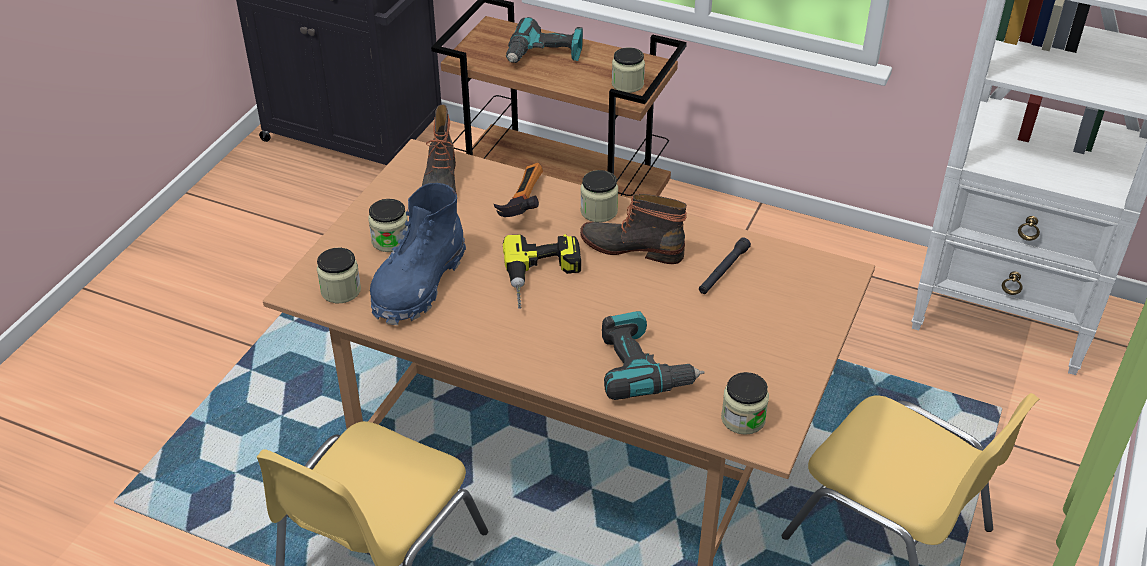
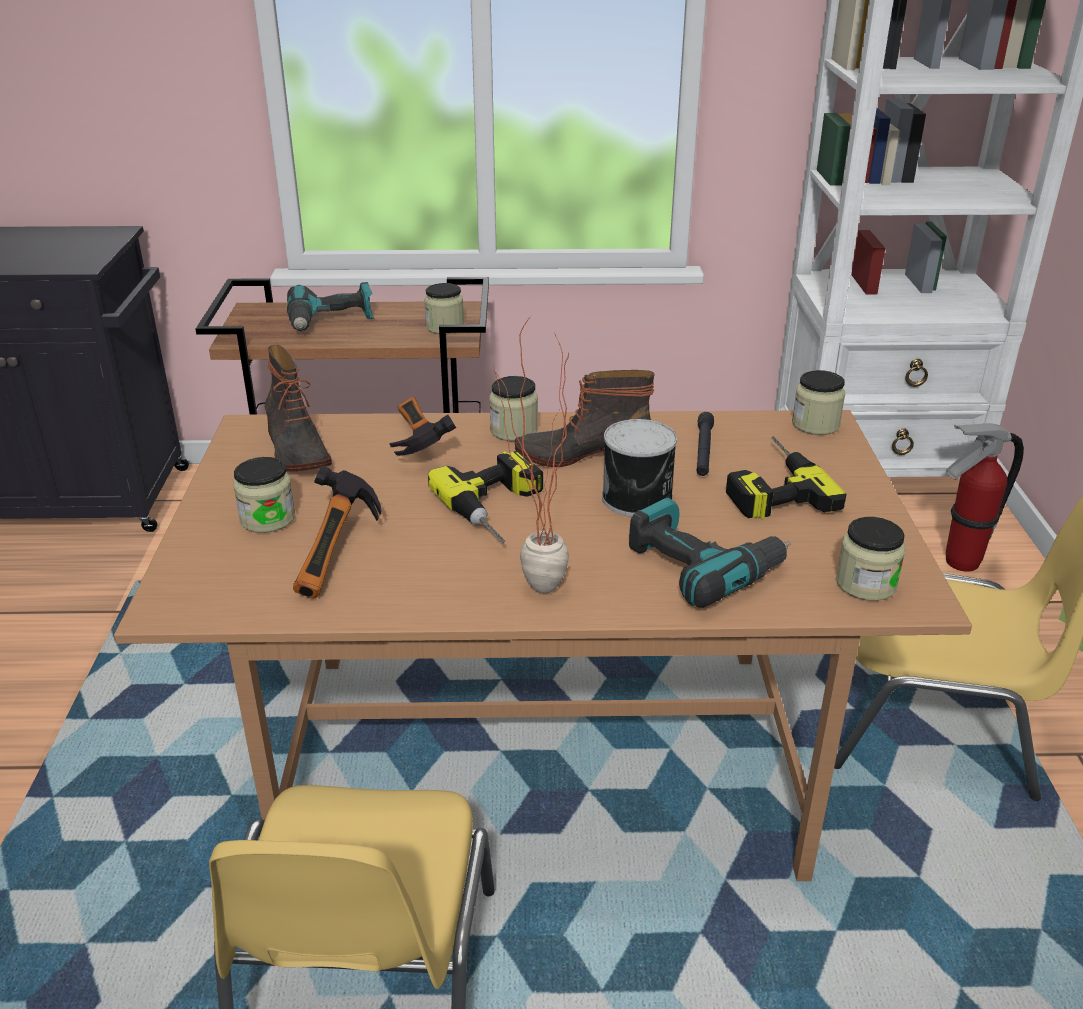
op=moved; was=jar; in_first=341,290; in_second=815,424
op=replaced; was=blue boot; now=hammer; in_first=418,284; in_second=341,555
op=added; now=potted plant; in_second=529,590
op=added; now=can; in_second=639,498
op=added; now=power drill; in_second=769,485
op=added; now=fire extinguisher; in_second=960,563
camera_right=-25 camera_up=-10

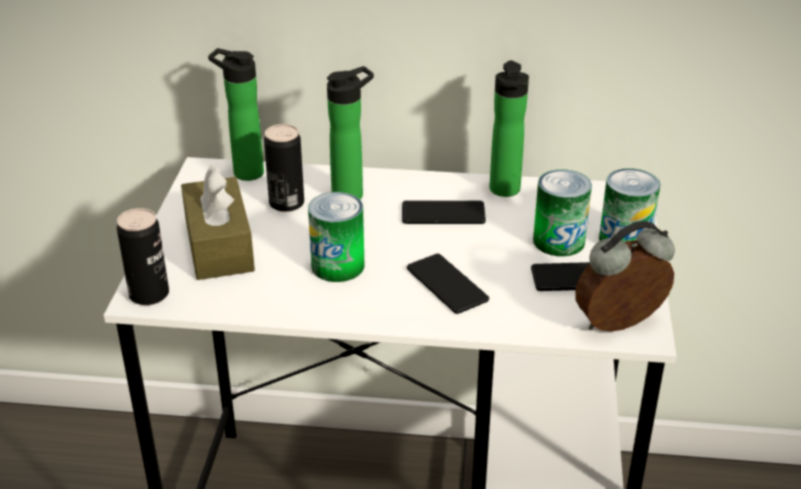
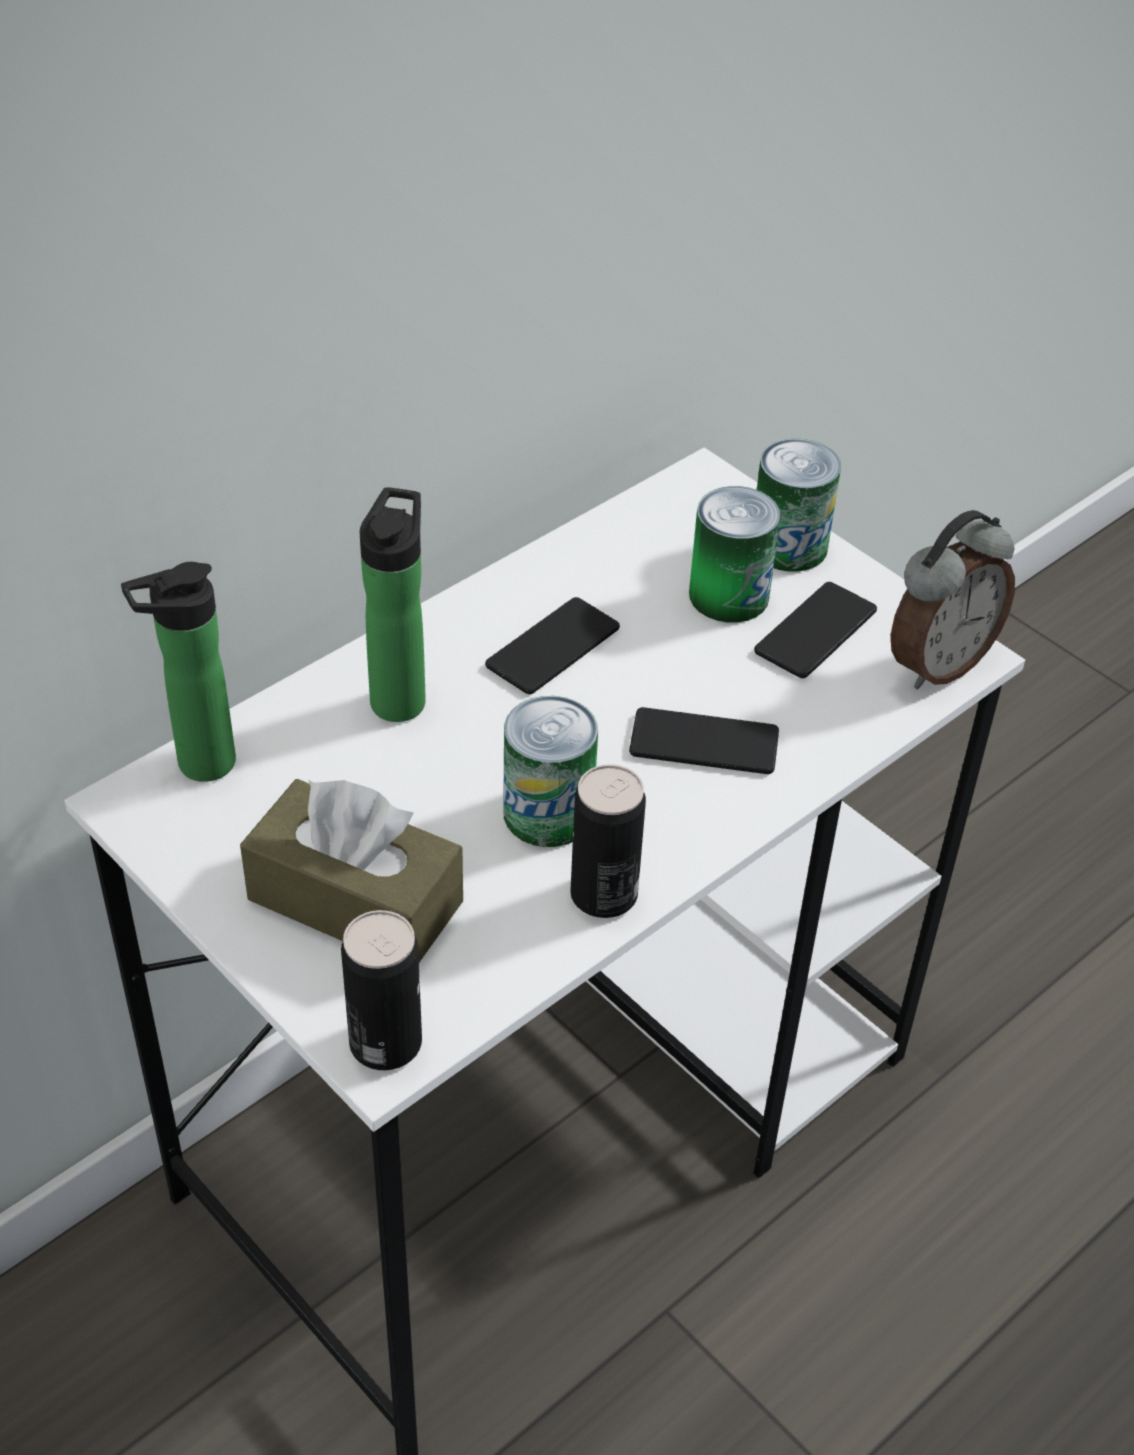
op=moved; was=can; in_first=286,203; in_second=603,894
op=removed; was=bottle; in_first=505,192
op=turned; was=alarm clock; in_first=620,327; in_second=937,663; clockwise=-150
camera_right=-50 camera_up=10

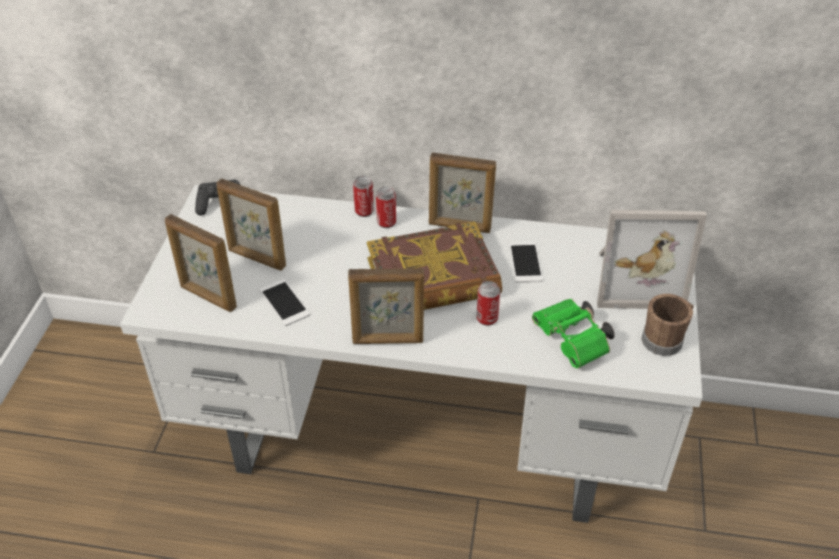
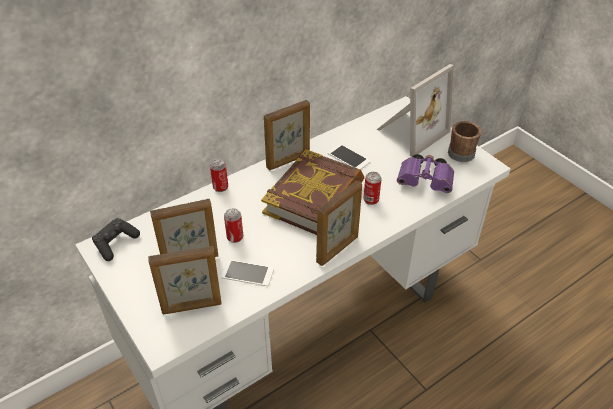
op=moved; was=can; in_first=386,222; in_second=235,237
op=recoloured; was=green binoculars; now=purple binoculars; in_first=573,342; in_second=426,182
camera_right=-45 camera_up=0

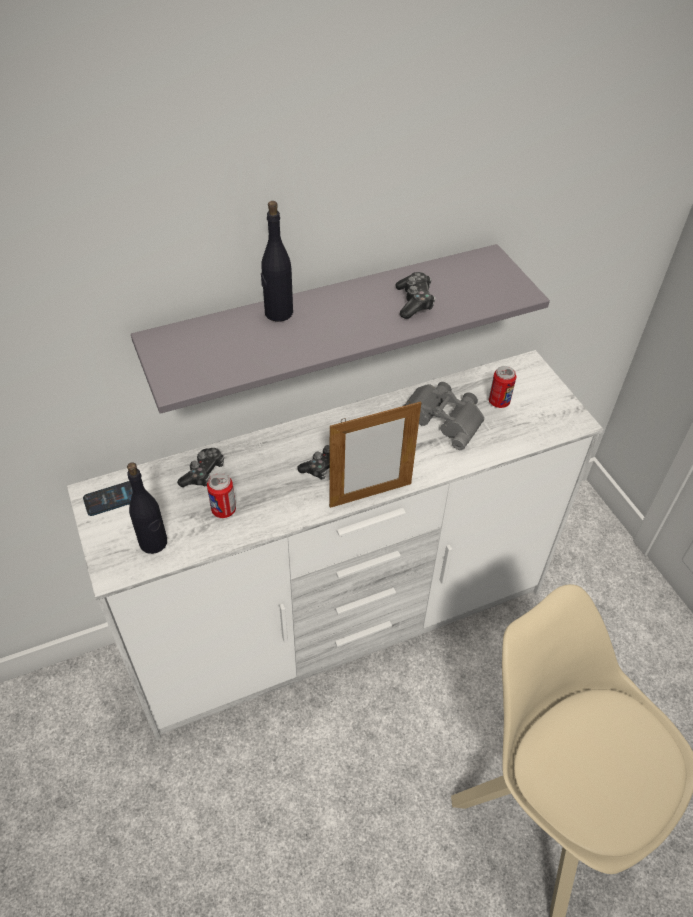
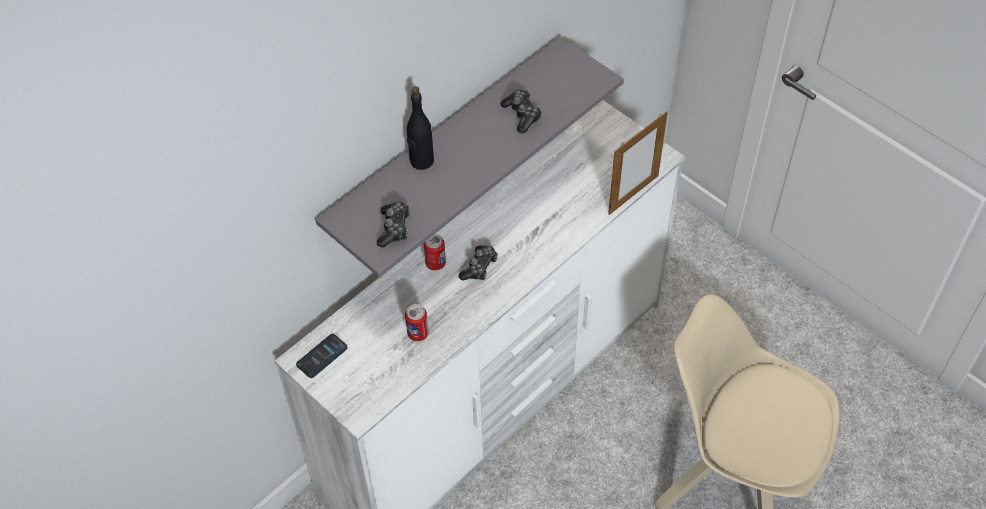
op=removed; was=black bottle; in_first=153,543
op=moved; was=game controller; in_first=203,473; in_second=394,228
op=moved; was=picture frame; in_first=370,495; in_second=633,194
op=removed; was=grey binoculars; in_first=443,417
op=moved; was=can; in_first=499,402; in_second=435,263
camera_right=-20 camera_up=5

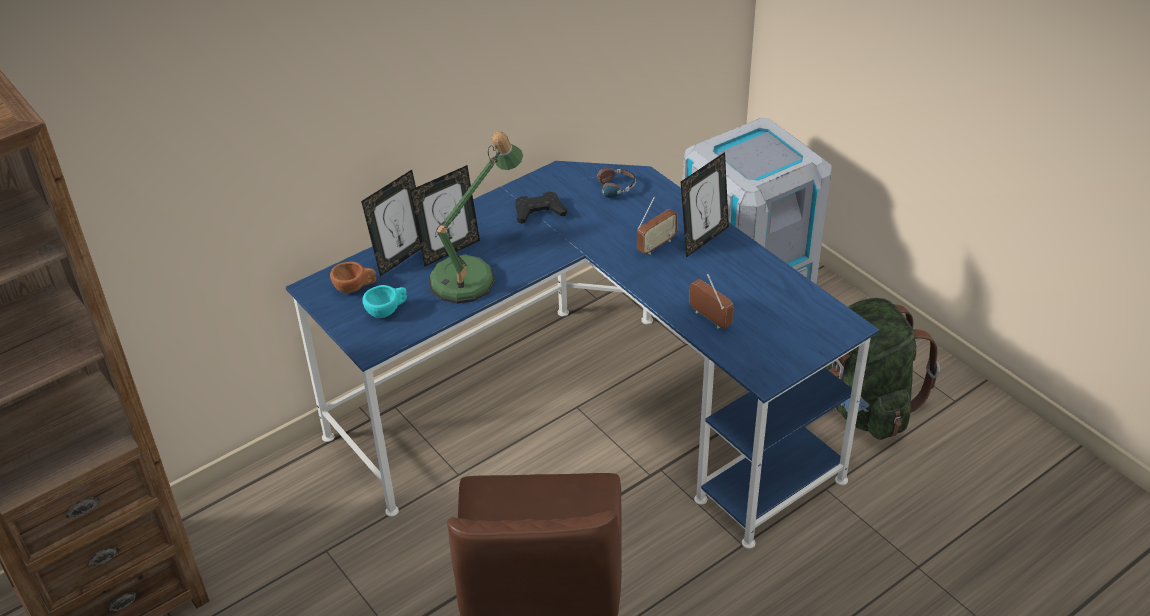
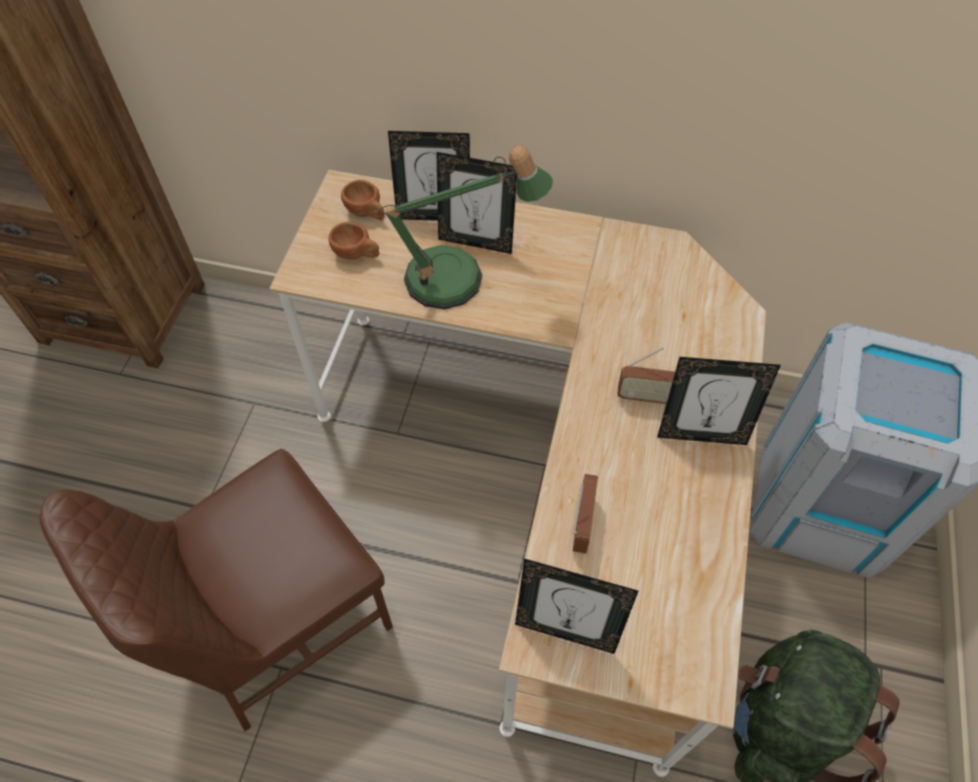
op=recoloured; was=blue desk; now=beige desk; in_first=587,414; in_second=543,479
op=recoloured; was=turquoise cup; now=brown cup; in_first=387,310; in_second=357,254
op=removed; was=black game controller; in_first=539,212
op=removed; was=headphones; in_first=608,189
op=added; now=picture frame; in_second=566,630
camera_right=50 camera_up=15

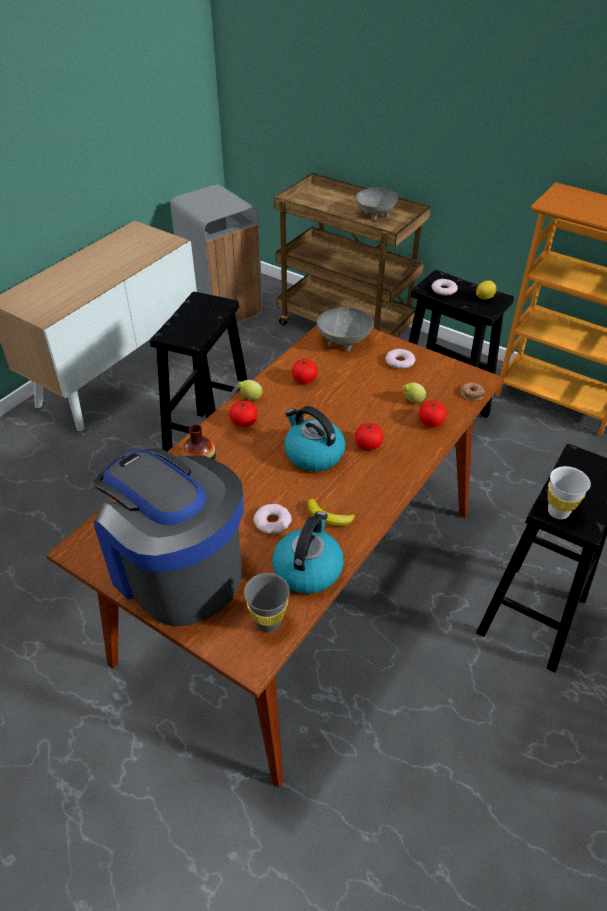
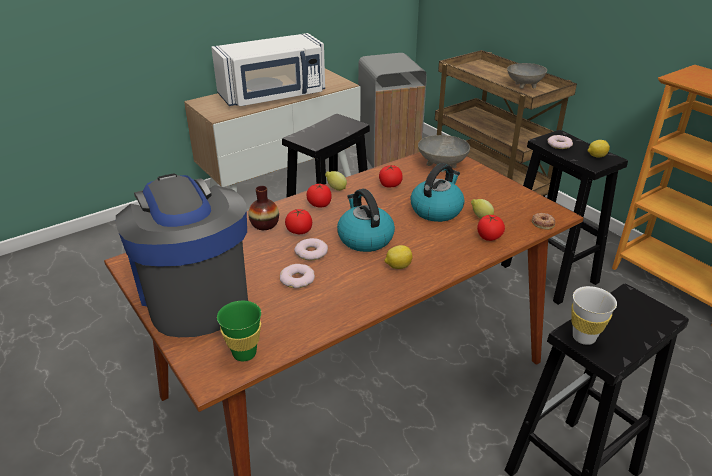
op=recoloured; was=grey cup; now=green cup; in_first=268,622; in_second=244,353
op=moved; was=kettle; in_first=308,568; in_second=436,210
op=removed; was=banana; in_first=329,517
op=moved; was=tomato; in_first=368,445; in_second=299,231
op=moved; was=donut; in_first=399,362; in_second=311,252
op=added; now=white microwave; in_second=273,96
op=added; now=lemon; in_second=398,266
camera_right=20 camera_up=-10

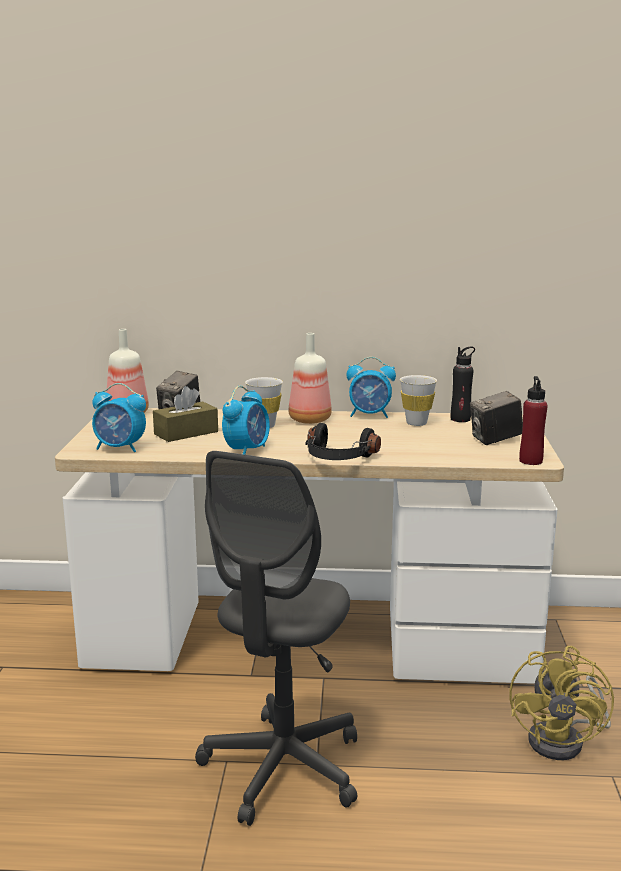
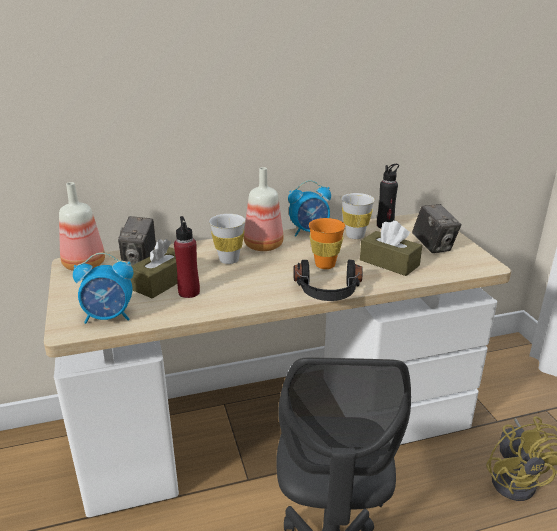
op=removed; was=alarm clock; in_first=247,450
op=turned; was=photo camera; in_first=495,440; in_second=433,246; clockwise=-75
op=moved; was=red bottle; in_first=530,461; in_second=189,292
op=added; now=orange cup; in_second=325,265
op=added; now=brown tissue box; in_second=389,263
camera_right=-20 camera_up=10

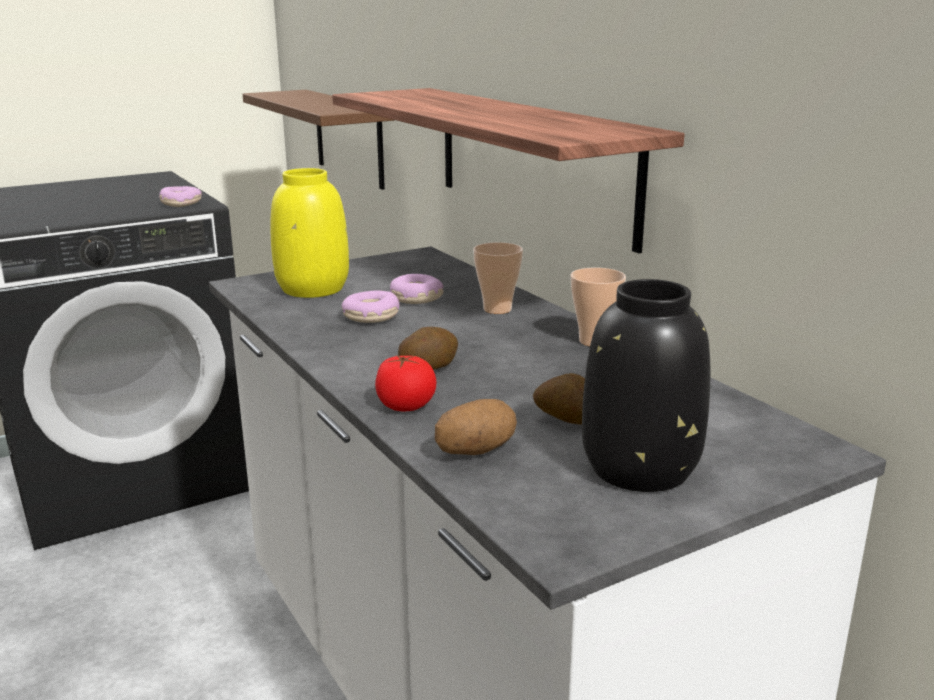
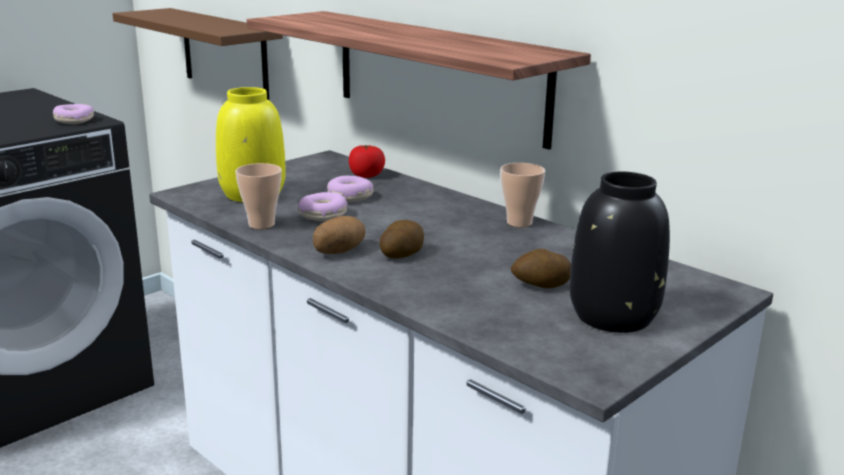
op=moved; was=tomato; in_first=406,406; in_second=366,175
op=moved; was=potato; in_first=475,450; in_second=339,251
op=moved; was=cup; in_first=497,309; in_second=261,224
camera_right=-15 camera_up=0

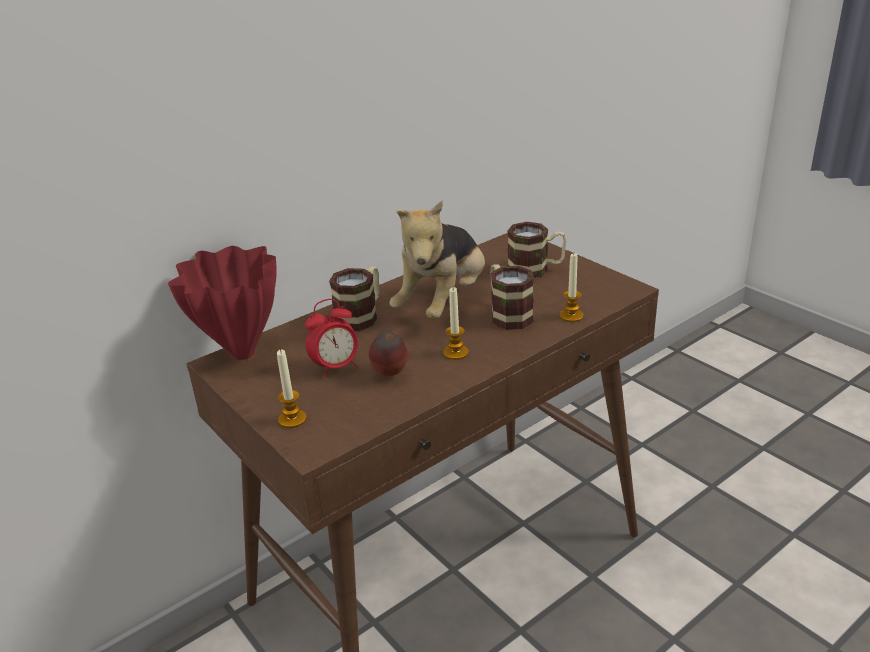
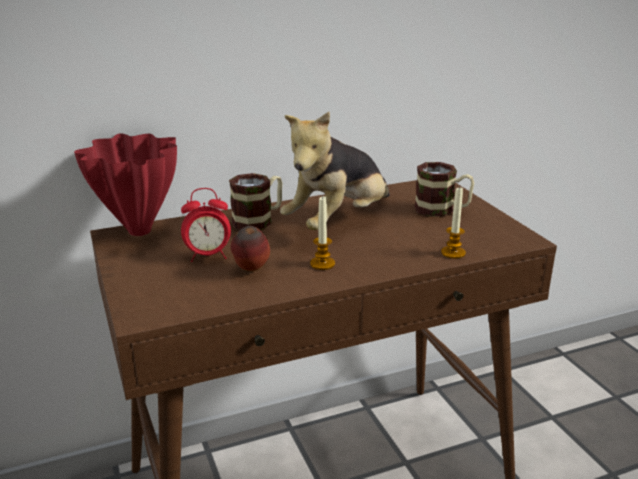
op=removed; was=candle; in_first=292,419
op=removed; was=mug; in_first=507,314
camera_right=15 camera_up=-5

